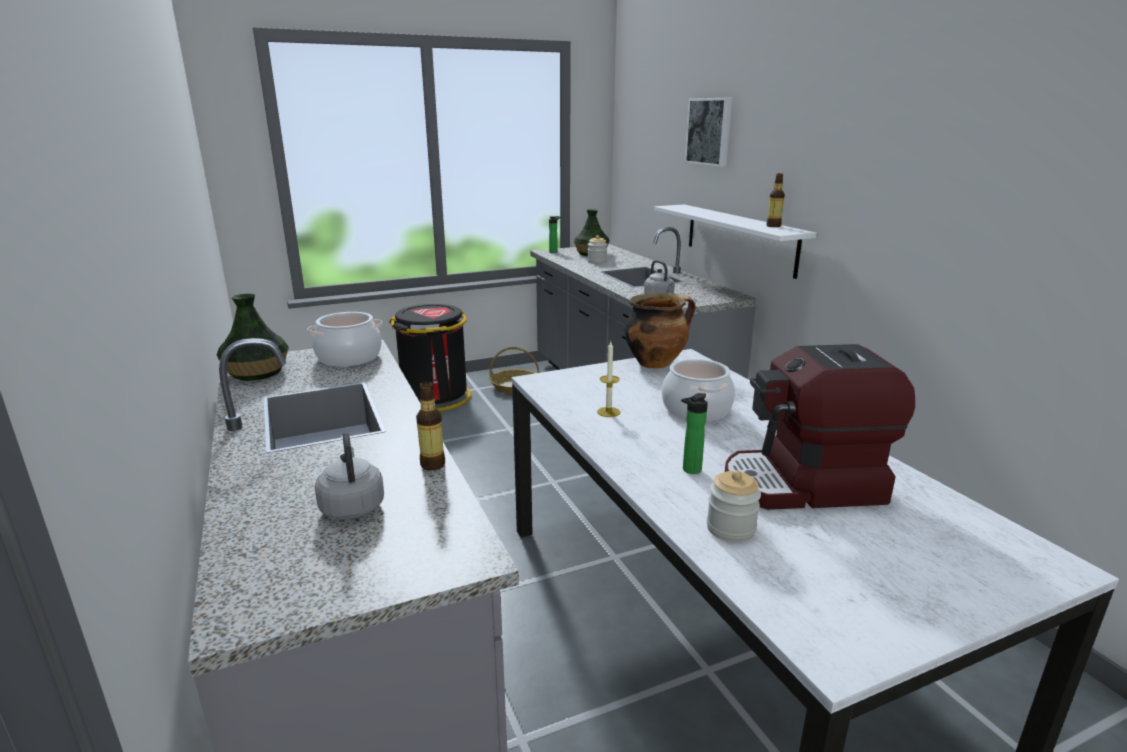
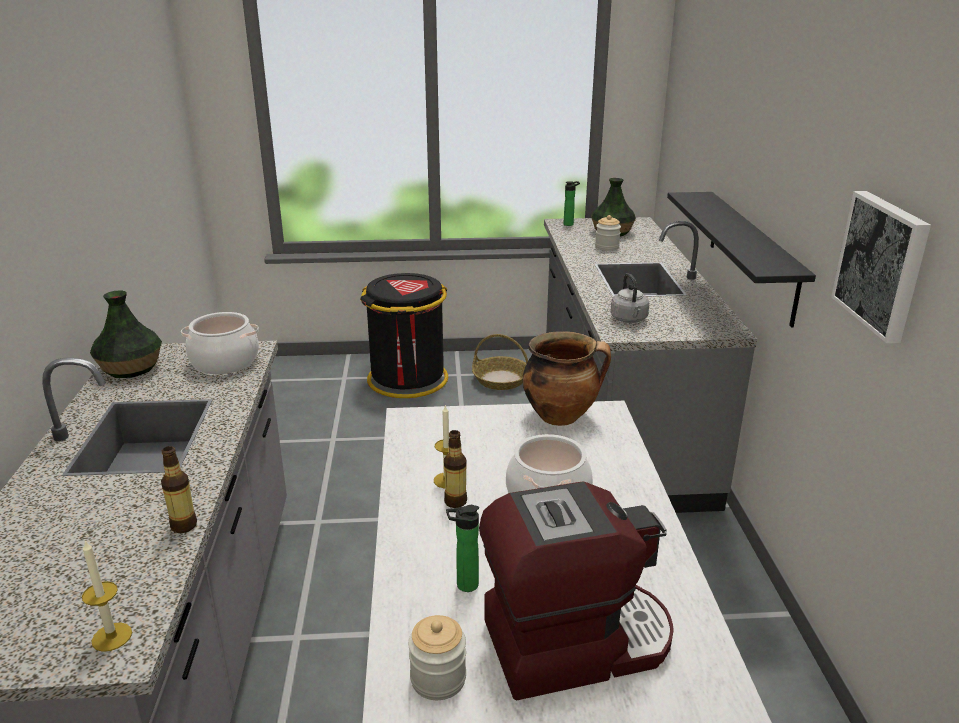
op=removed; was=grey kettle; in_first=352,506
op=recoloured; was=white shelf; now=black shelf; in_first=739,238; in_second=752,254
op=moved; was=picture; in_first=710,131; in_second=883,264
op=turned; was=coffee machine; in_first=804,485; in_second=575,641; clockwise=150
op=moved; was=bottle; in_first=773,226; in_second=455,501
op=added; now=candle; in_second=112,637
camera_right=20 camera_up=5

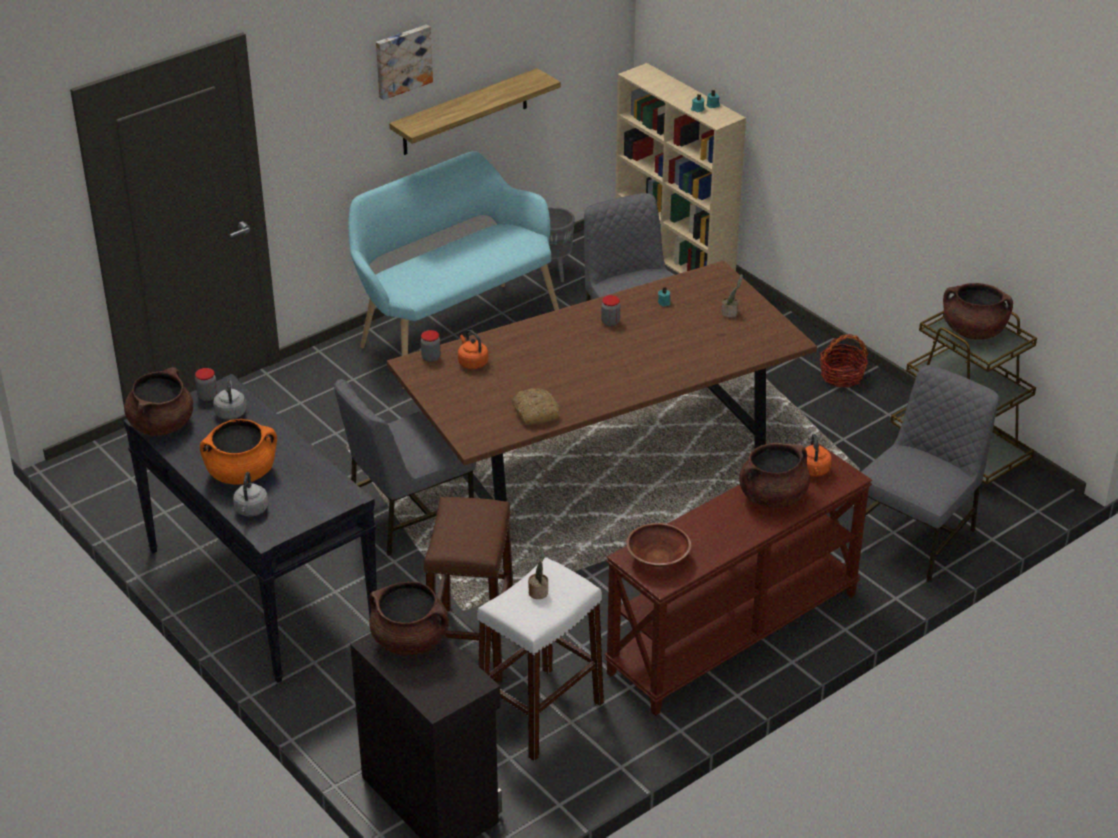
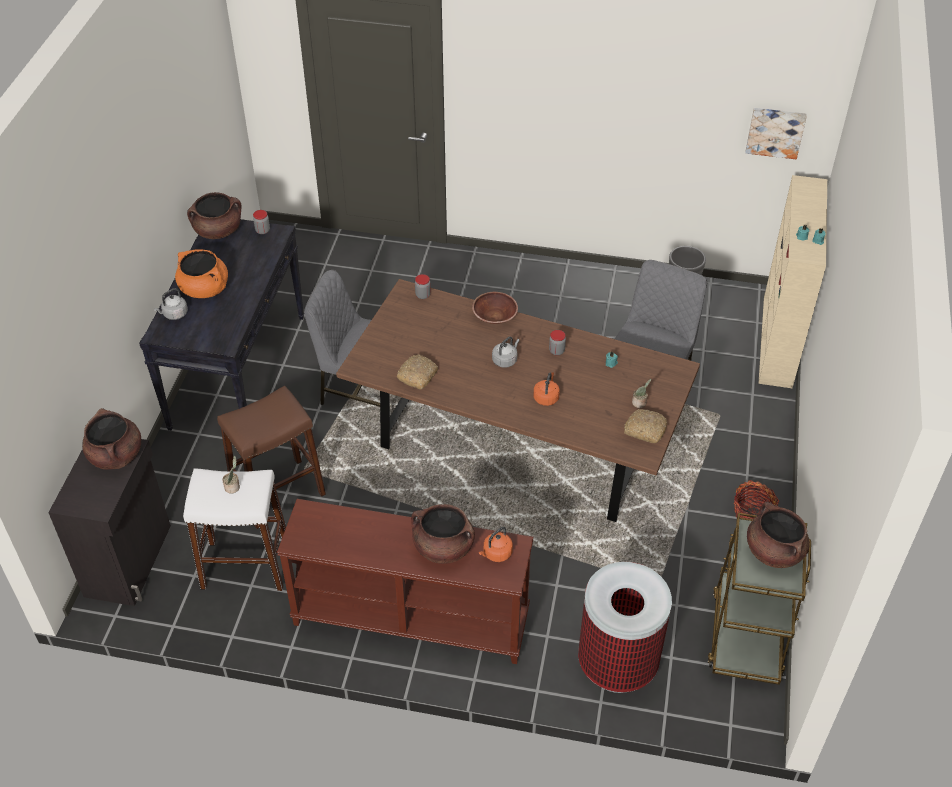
op=moved; was=grey kettle; in_first=230,412; in_second=505,360
op=removed; was=turquoise bench; in_first=453,330
op=moved; was=picture; in_first=402,60; in_second=775,131
op=removed; was=shelf; in_first=465,112
op=moved; was=orange kettle; in_first=472,362; in_second=546,397
op=moved; was=brown bowl; in_first=657,558; in_second=494,317
op=replaced; was=grey chair; now=trash can; in_first=916,537; in_second=618,664
op=added; now=bread; in_second=645,430
camera_right=50 camera_up=10

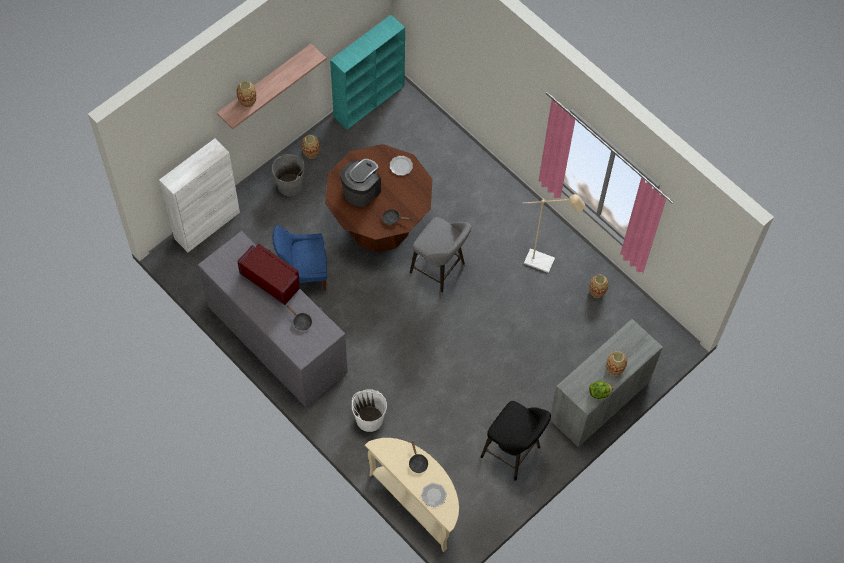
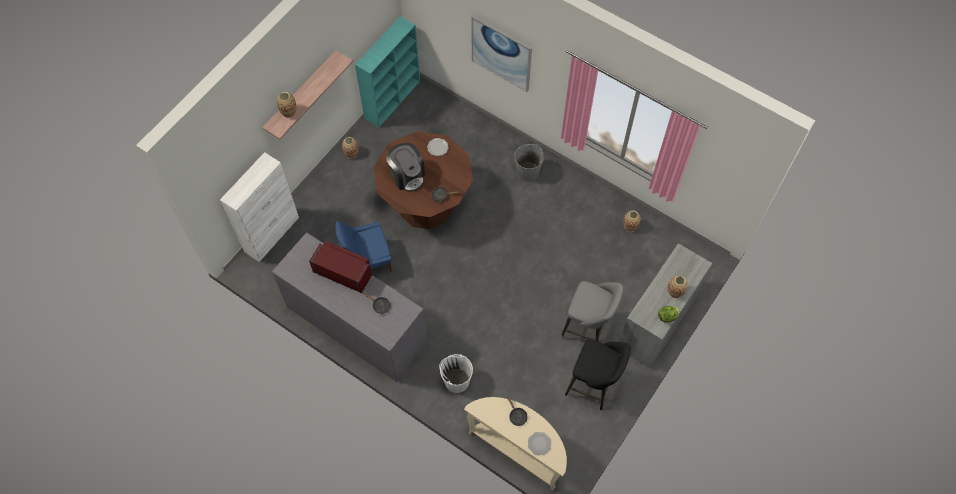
op=moved; was=grey bucket; in_first=290,185; in_second=528,172
op=turned; was=coffee machine; in_first=361,190; in_second=407,175; clockwise=120
op=moved; was=grey stool; in_first=440,272; in_second=588,329
op=removed; was=beige floor lamp; in_first=544,263
op=added; now=picture; in_second=501,53
camera_right=-10 camera_up=0

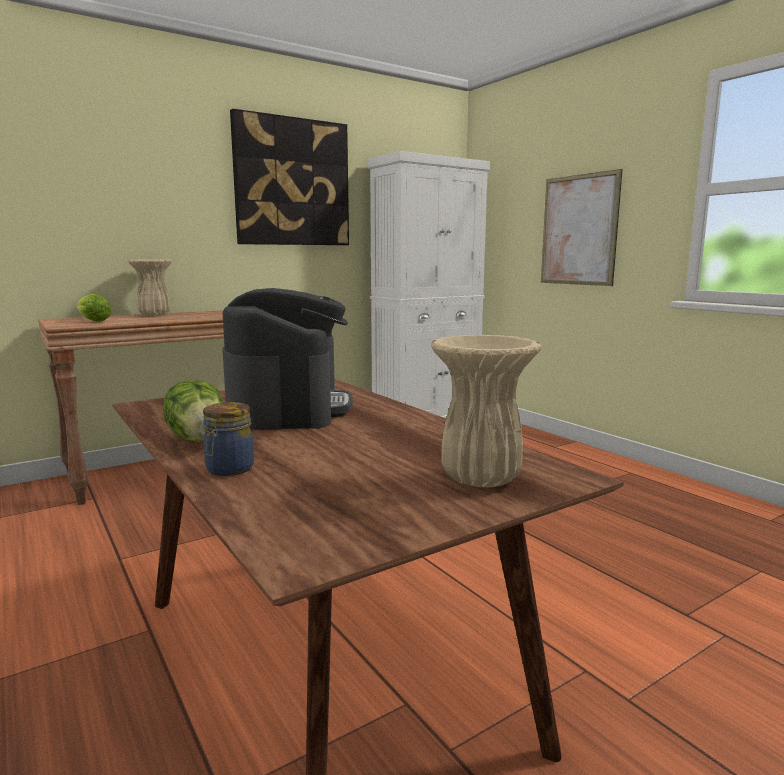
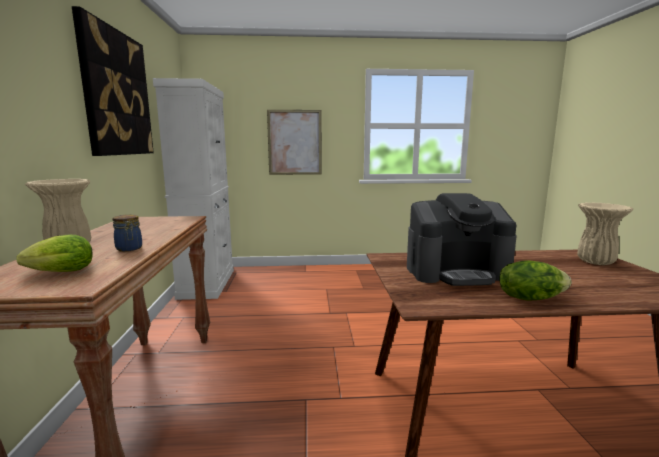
op=moved; was=jar; in_first=228,469; in_second=129,249
op=turned; was=coffee machine; in_first=289,408; in_second=456,271; clockwise=150
camera_right=-60 camera_up=0

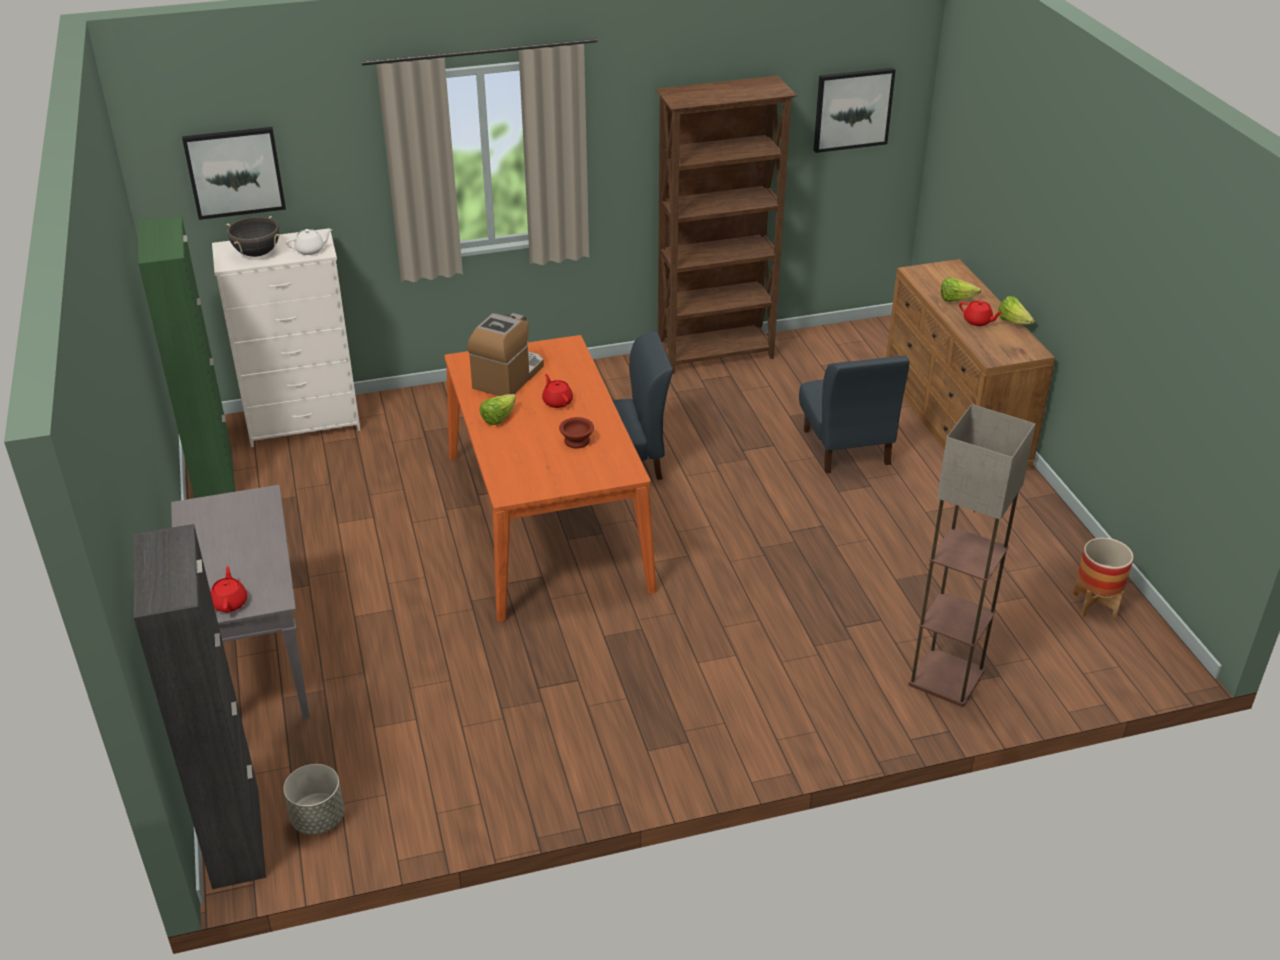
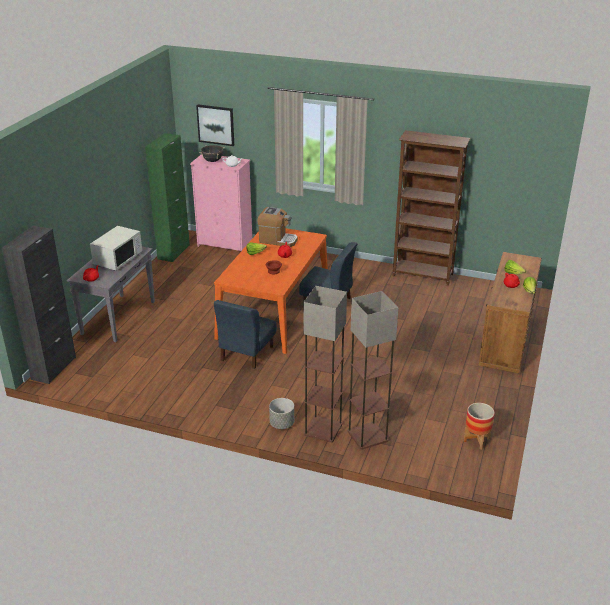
op=recoloured; was=white dresser; now=pink dresser; in_first=305,423; in_second=225,244
op=moved; was=grey planter; in_first=318,818; in_second=282,424
op=turned; was=coffee machine; in_first=508,377; in_second=277,240; clockwise=45
op=moved; was=blue chair; in_first=846,447; in_second=246,353
op=removed; was=picture; in_first=852,109
op=added; now=white microwave; in_second=118,259
op=added; now=floor lamp; in_second=323,429
camera_right=35 camera_up=-5

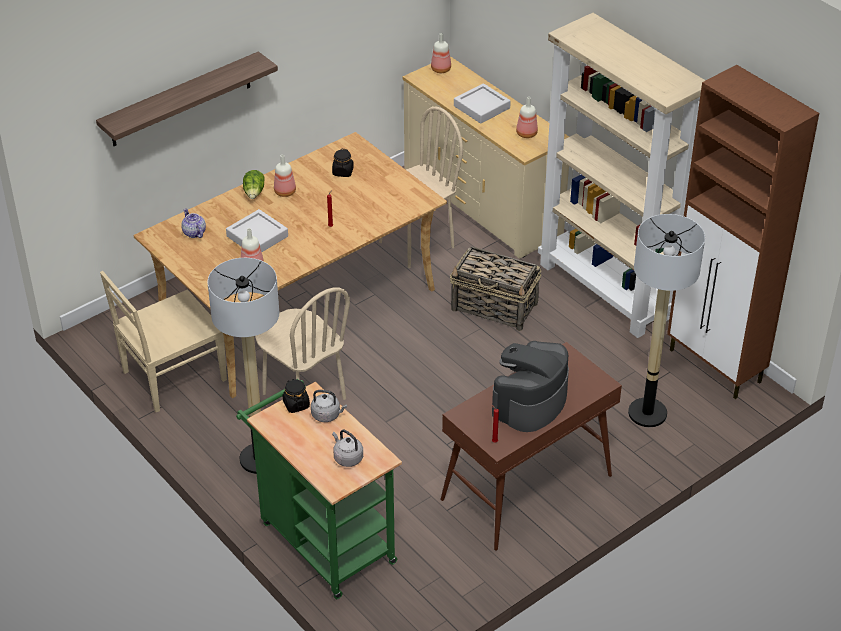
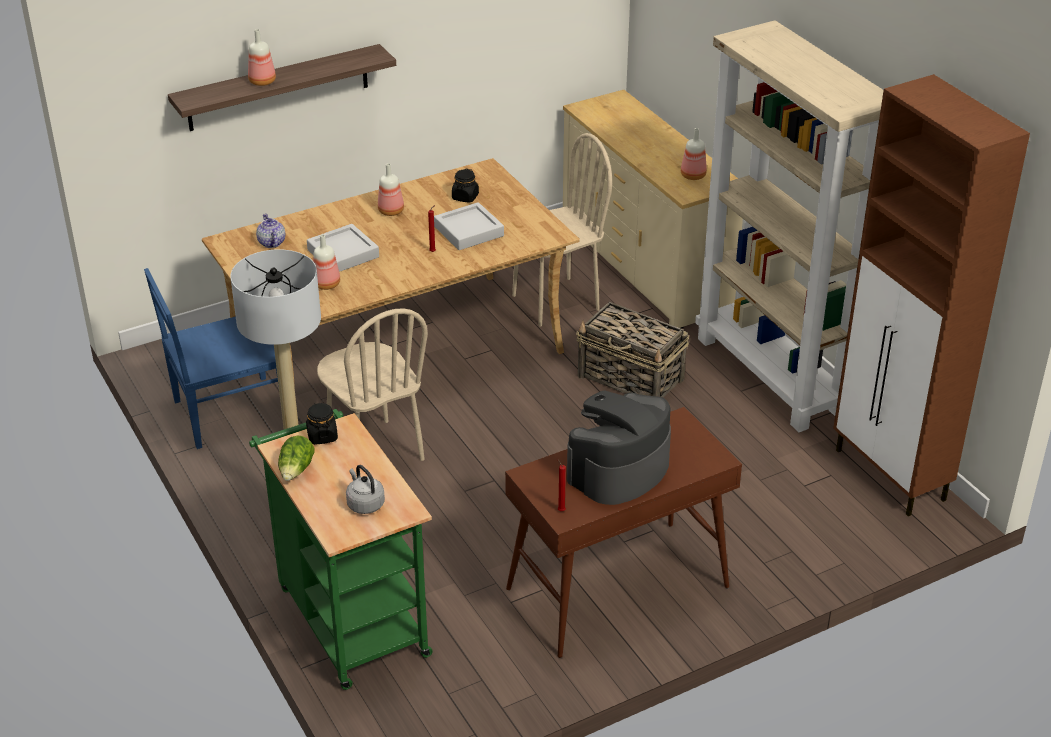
op=recoloured; was=beige chair; now=blue chair; in_first=172,377; in_second=228,412
op=moved; was=lettuce; in_first=254,193; in_second=296,470
op=removed; was=grey kettle; in_first=327,415
op=moved; was=bottle; in_first=441,69; in_second=263,82
op=moved; was=grey tray; in_first=481,107; in_second=469,231
op=removed; was=floor lamp; in_first=647,413
camera_right=10 camera_up=-5

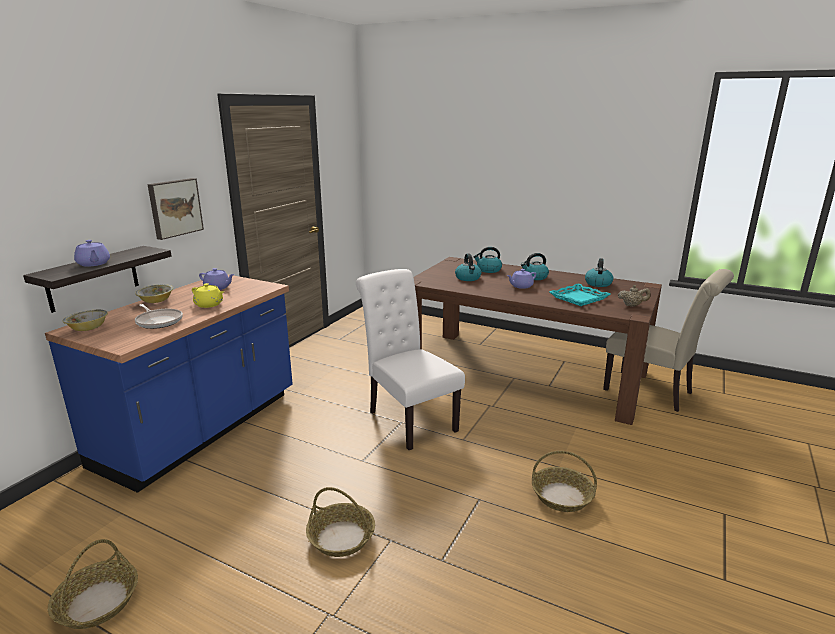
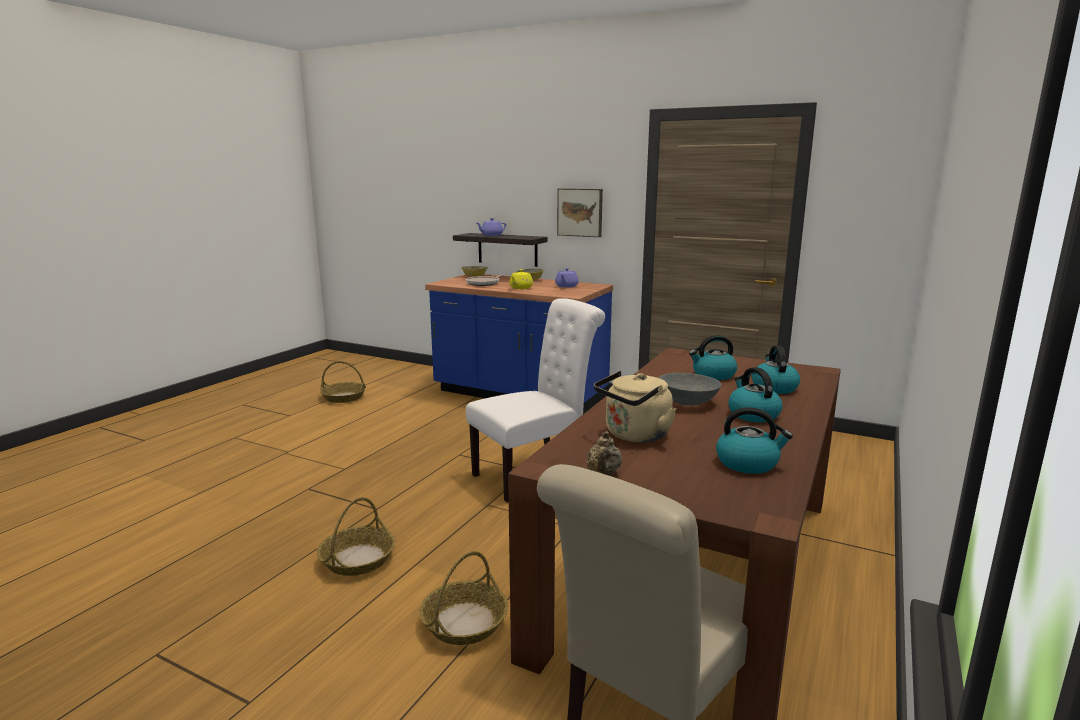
op=moved; was=basket; in_first=342,537; in_second=464,623
op=replaced; was=purple teapot; now=grey bowl; in_first=521,286; in_second=687,402
op=replaced; was=turquoise tray; now=beige kettle; in_first=579,298; in_second=634,435
camera_right=90 camera_up=-5

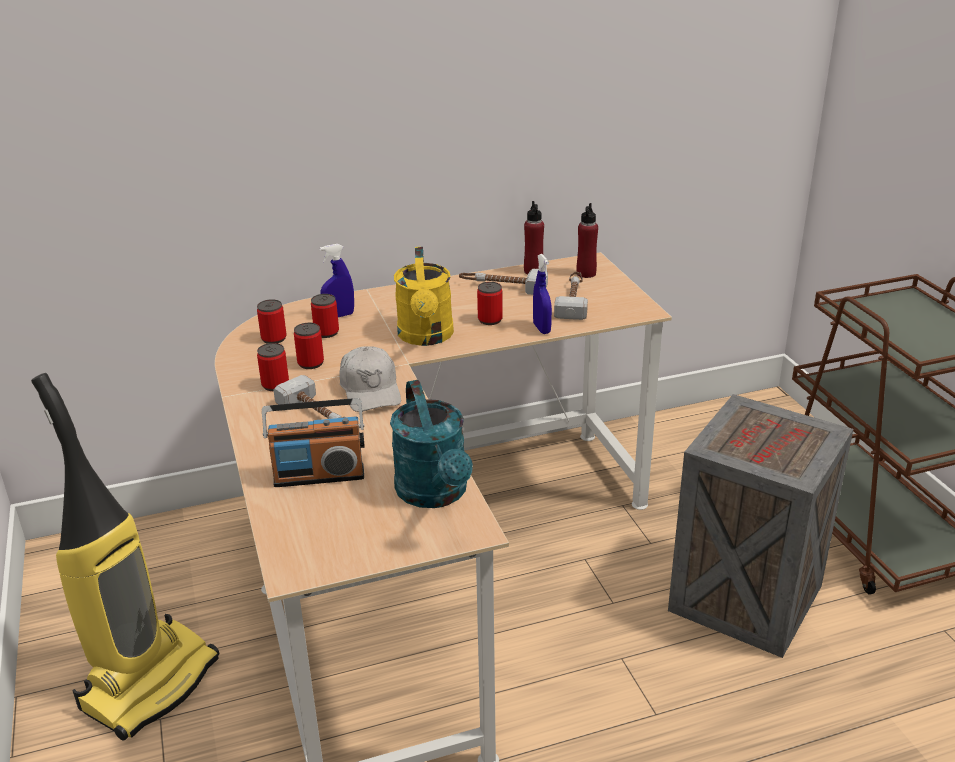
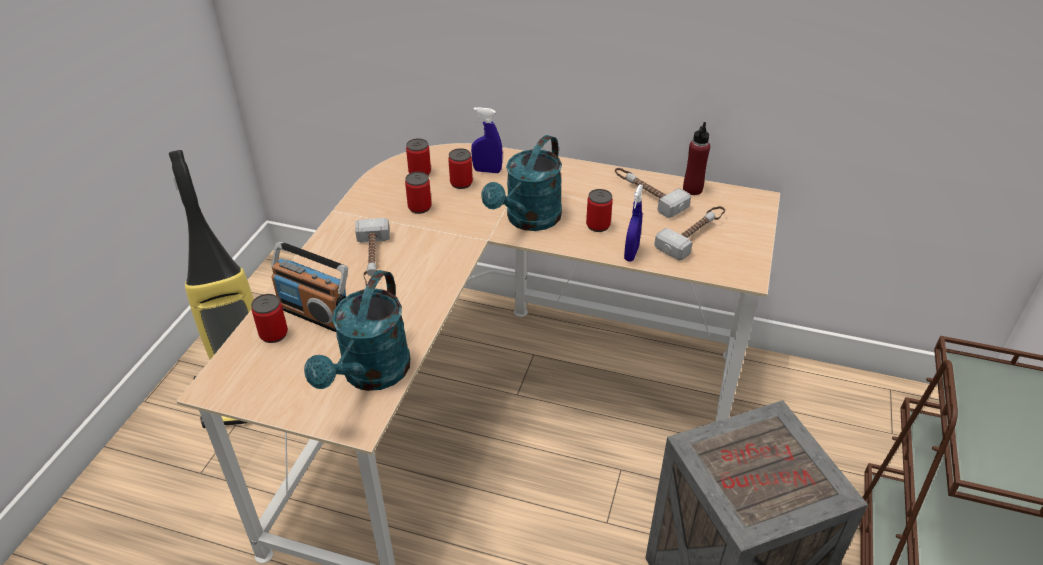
op=moved; was=can; in_first=275,385; in_second=273,334
op=removed; was=white cap; in_first=371,390
op=recoloured; was=yellow watering can; now=turquoise watering can; in_first=426,337; in_second=528,220
op=removed; was=red bottle; in_first=586,273
camera_right=35 camera_up=10

